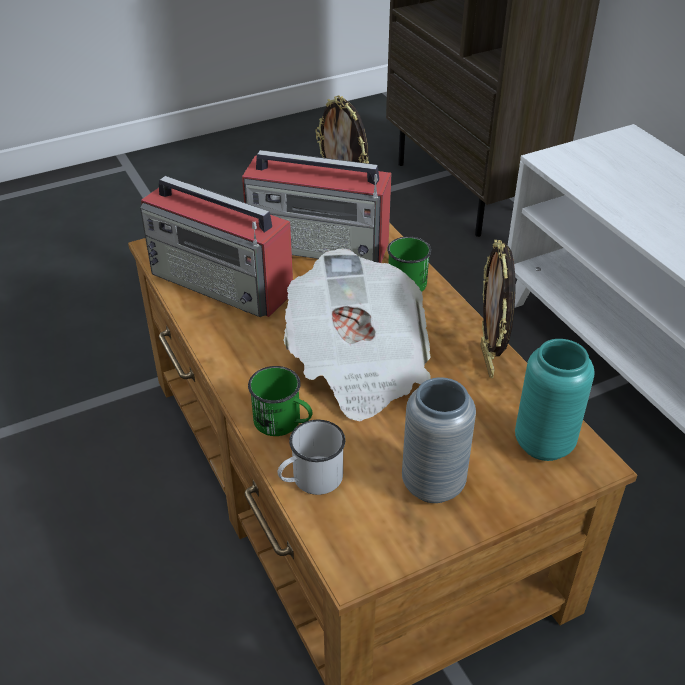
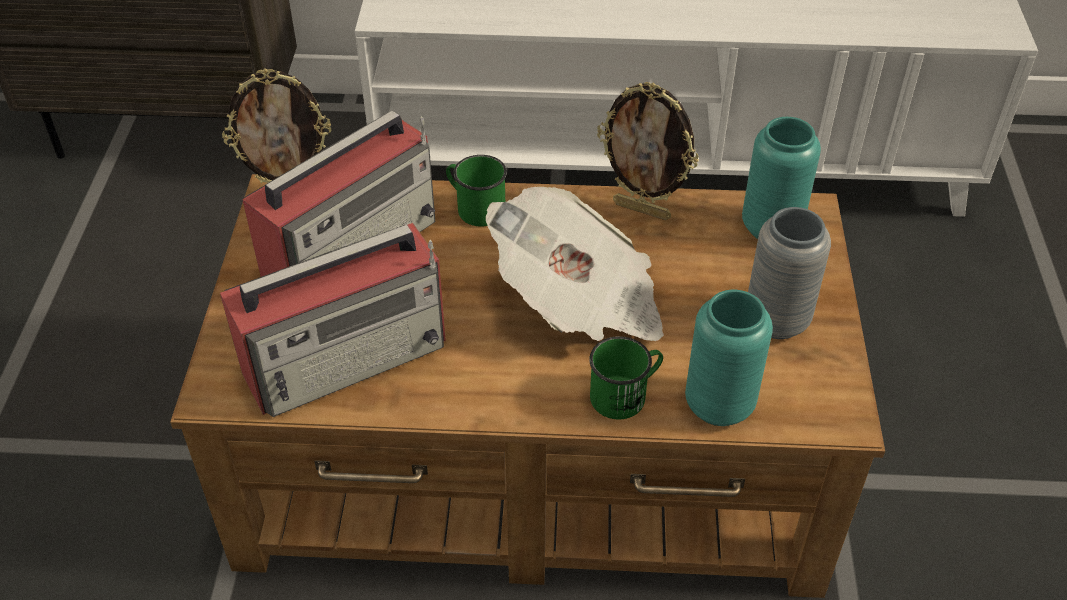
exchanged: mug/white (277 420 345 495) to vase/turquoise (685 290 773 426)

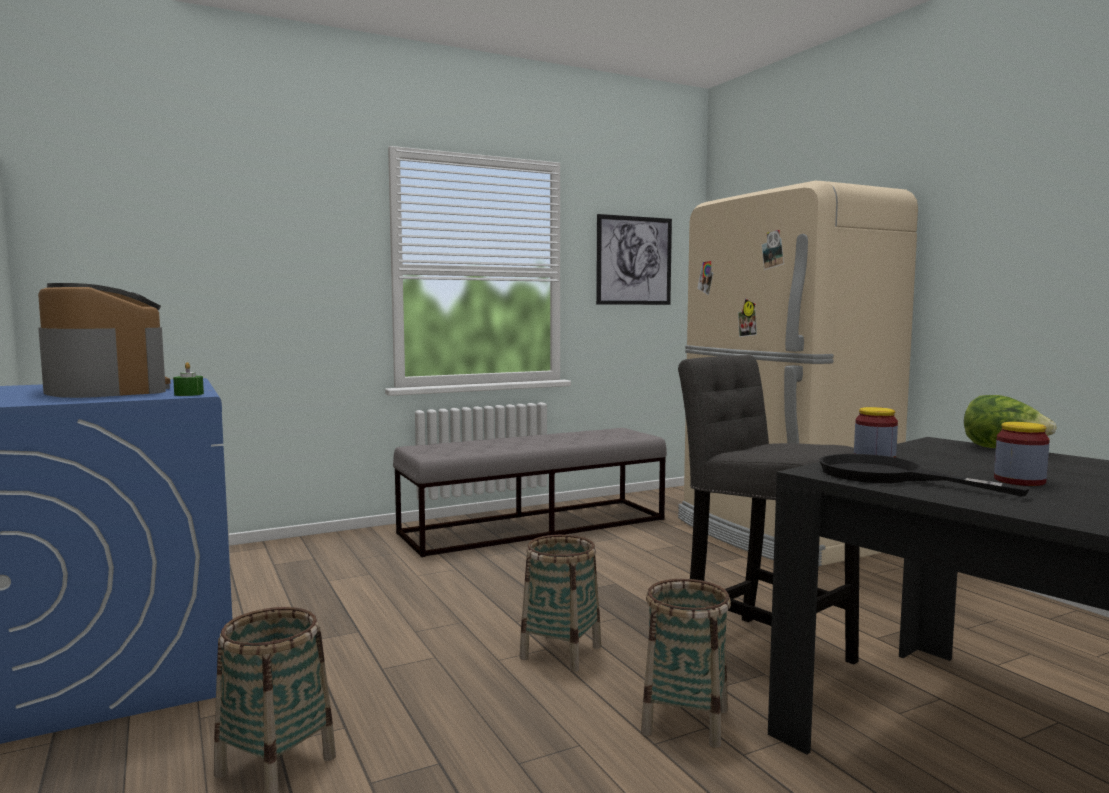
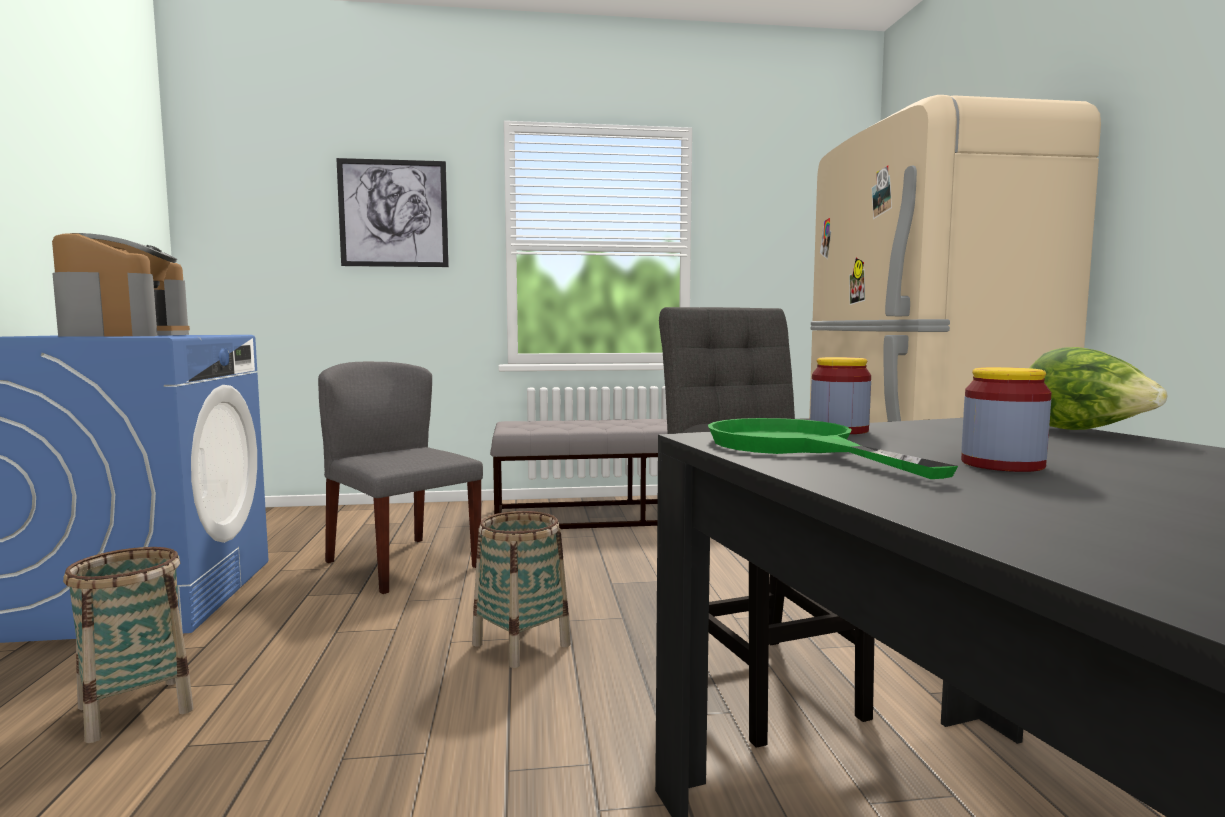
missing: candle/green (173 362 204 396); basket (641 579 731 748)
appeared: chair/grey (318 362 483 594)
relocated: picture (596 214 672 305) to (336 158 449 267)
colour: frying pan/black (819 454 1031 497) to frying pan/green (708 418 958 479)

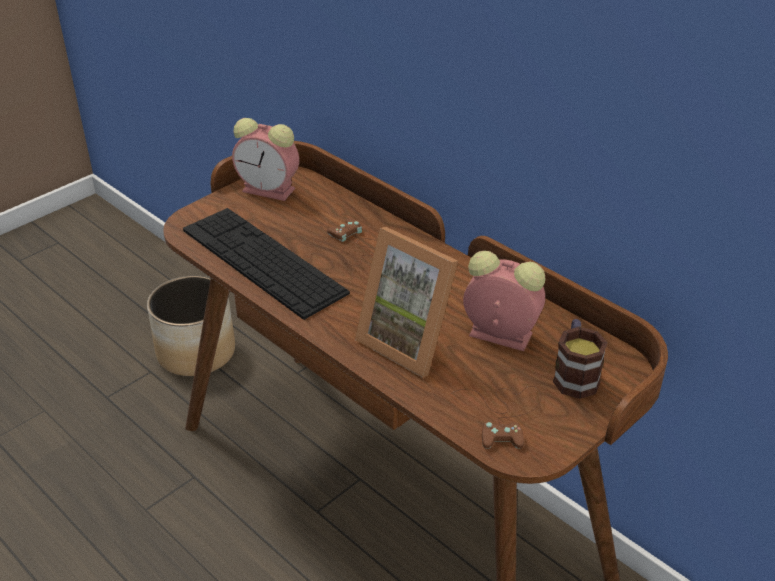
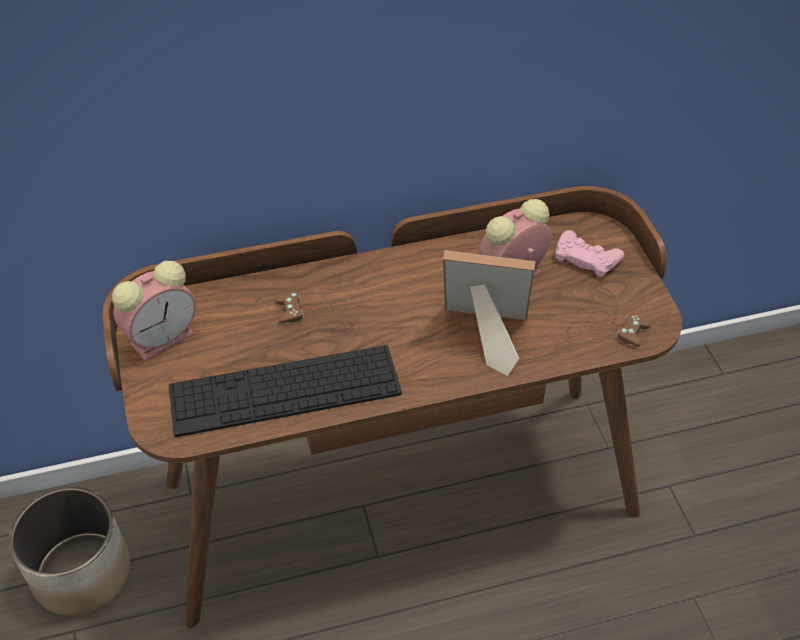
exchanged: mug (553 319 607 399) to game controller/pink (555 230 624 277)
spun: picture frame (355 227 458 378) = (443 250 535 376) 150 degrees counterclockwise

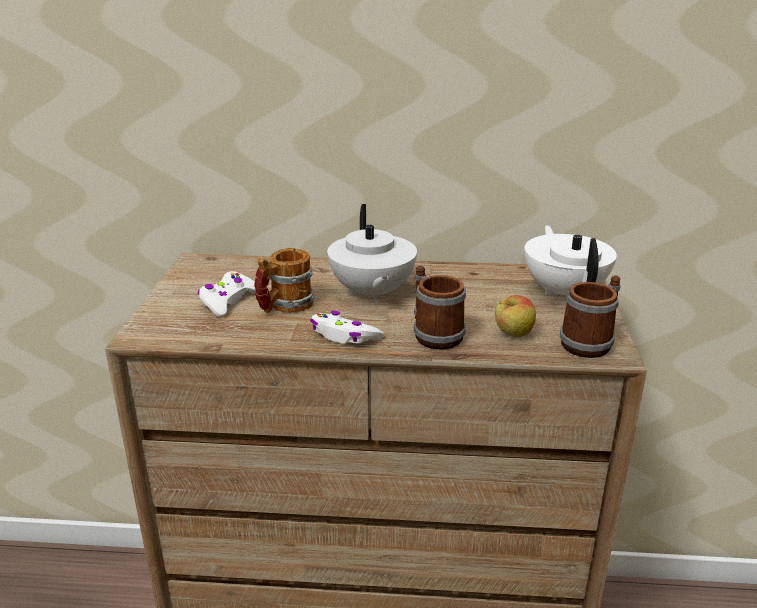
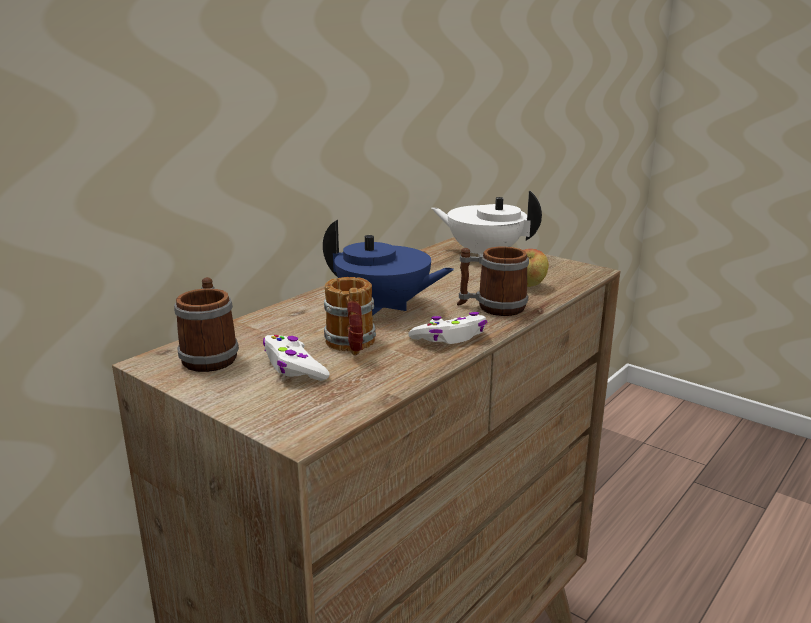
relocated: mug (560 275 621 358) to (174 277 239 372)
colour: teapot/white (327 204 417 303) to teapot/blue (323 220 454 316)

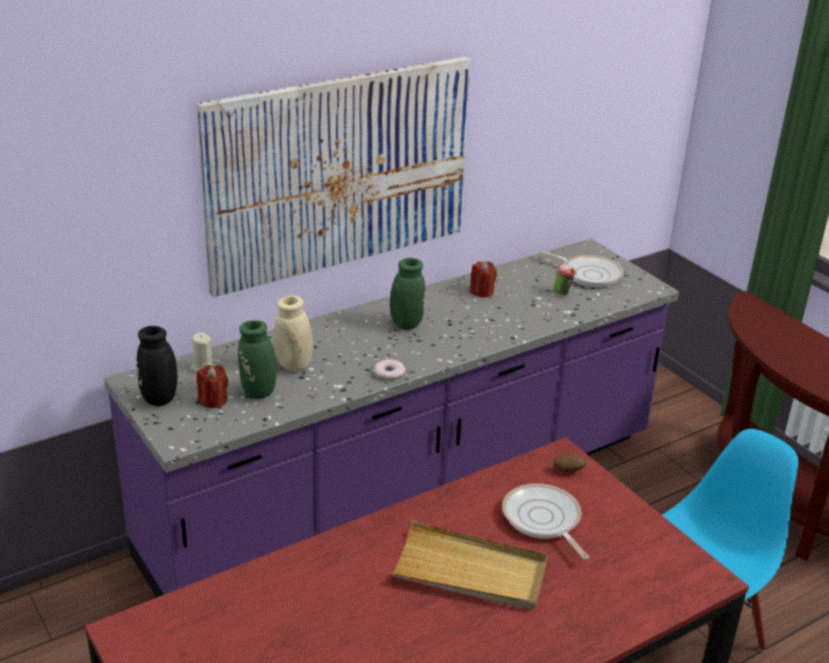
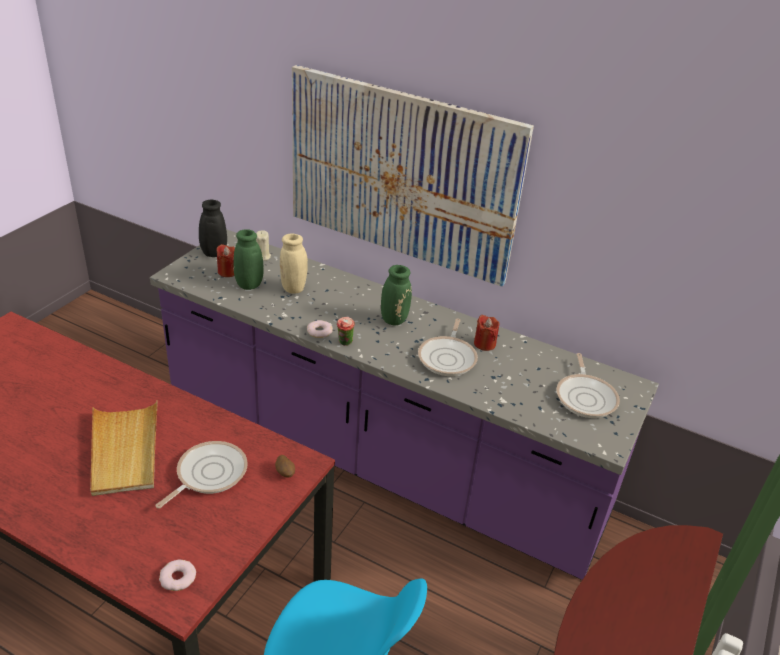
appeared: donut (159 560 196 591); frying pan (418 318 478 376)
relocated: cup (554 264 576 295) to (337 317 355 346)

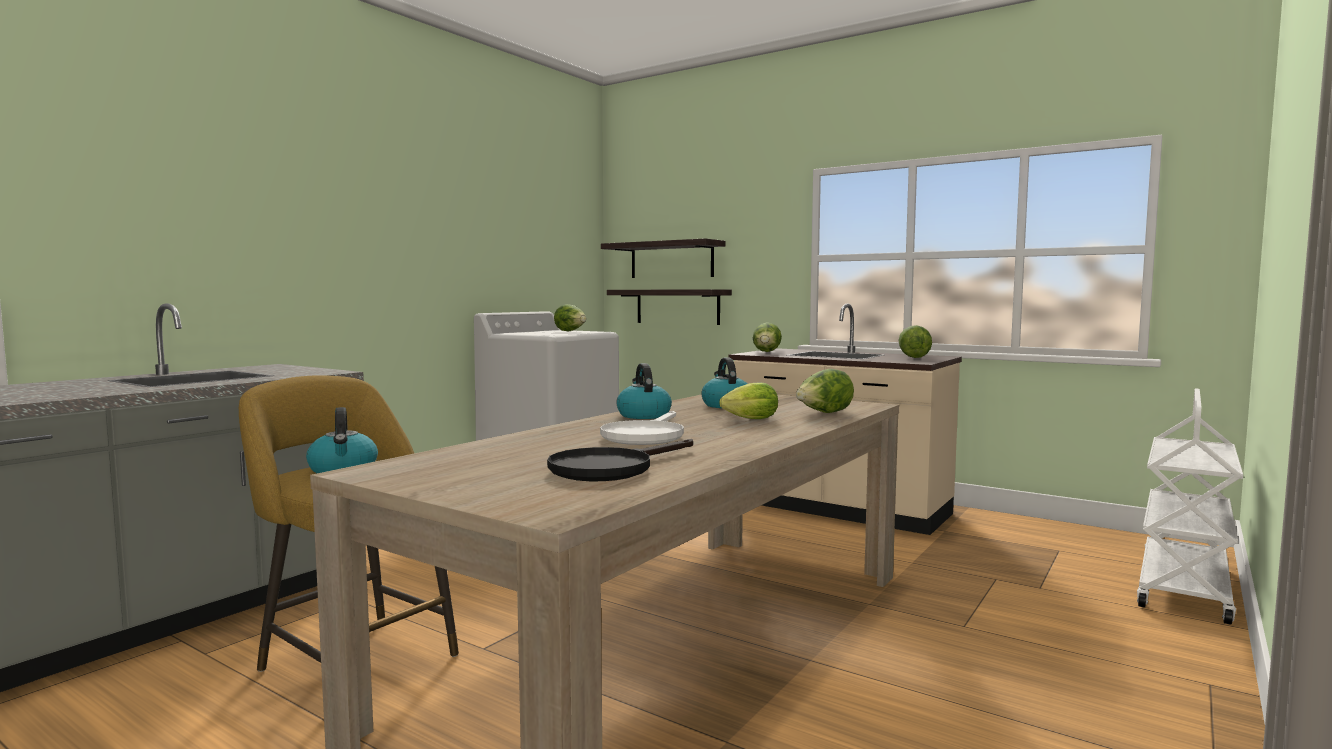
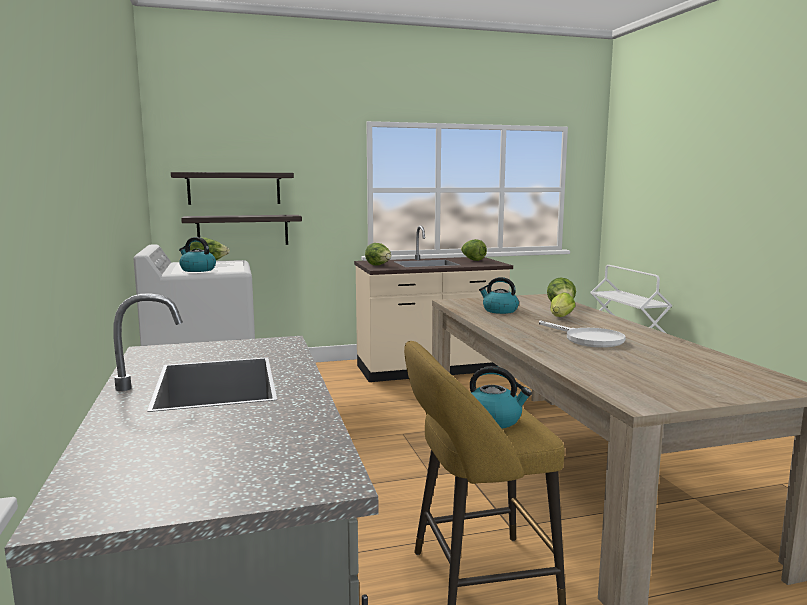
missing: frying pan/black (547 439 693 481)
relocated: kettle (616 363 672 419) to (179 237 216 272)

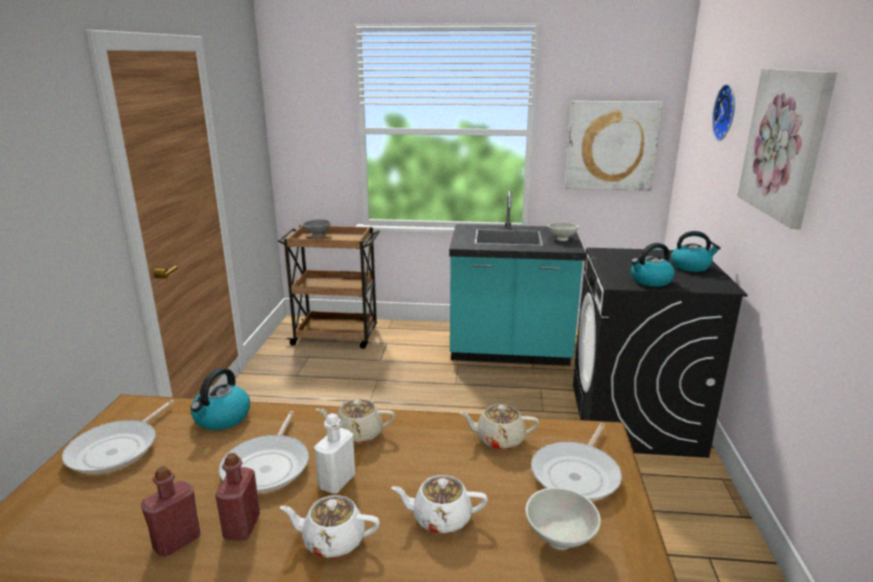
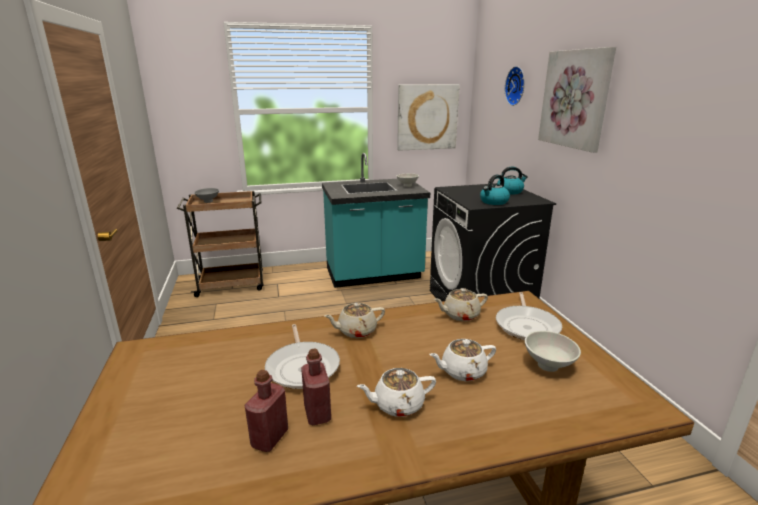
missing: frying pan (62 400 174 474); kettle (190 368 250 430); bottle/white (314 413 355 494)

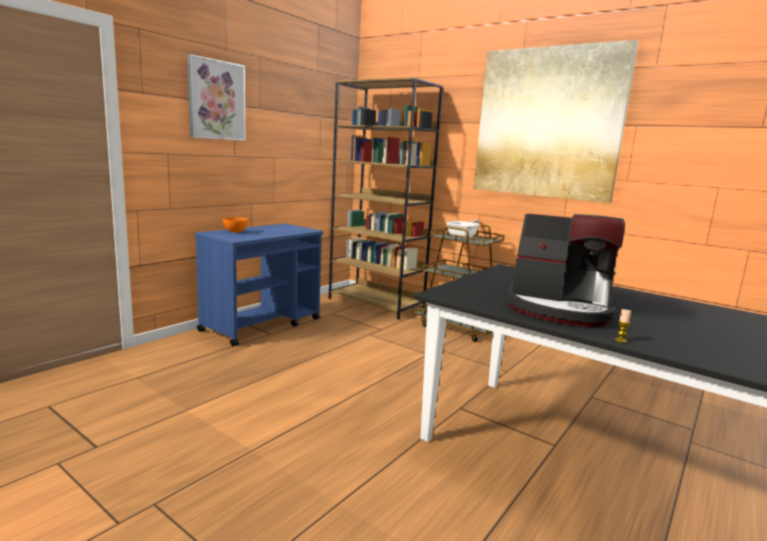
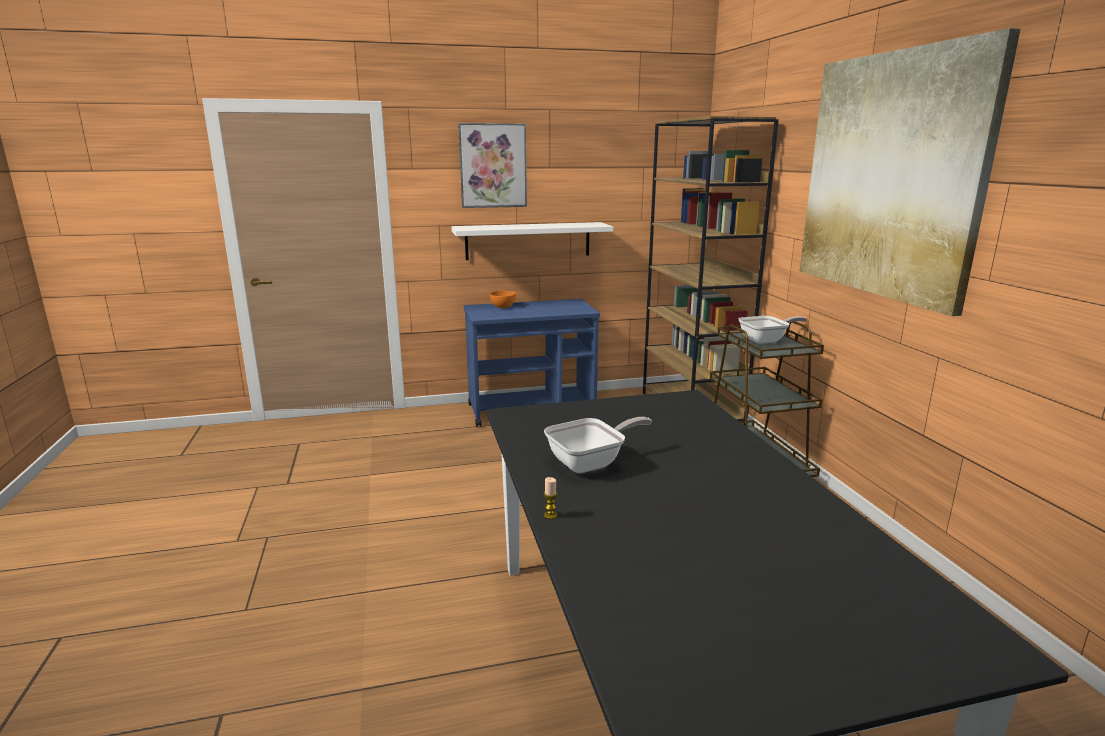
appeared: shelf/white (451 222 613 260)
exchanged: coffee machine (506 214 625 327) to frying pan (544 417 652 473)

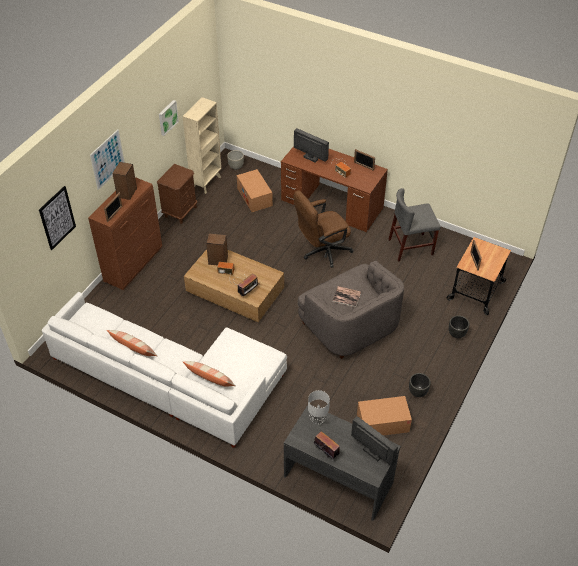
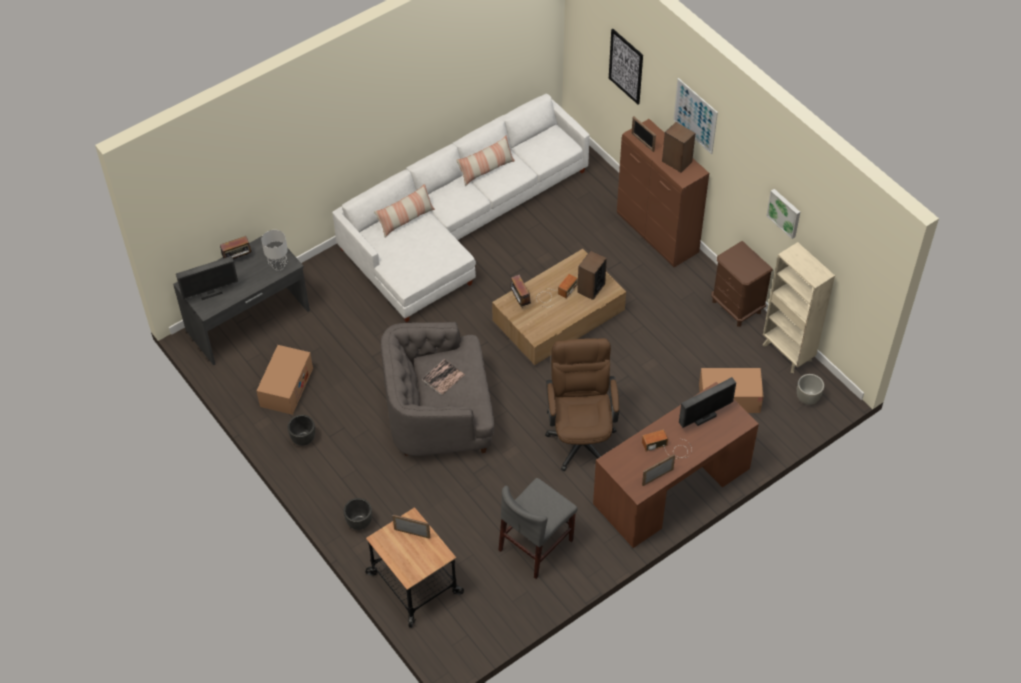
spun: chair/grey (388 188 440 262) = (499 478 577 579) 150 degrees counterclockwise

